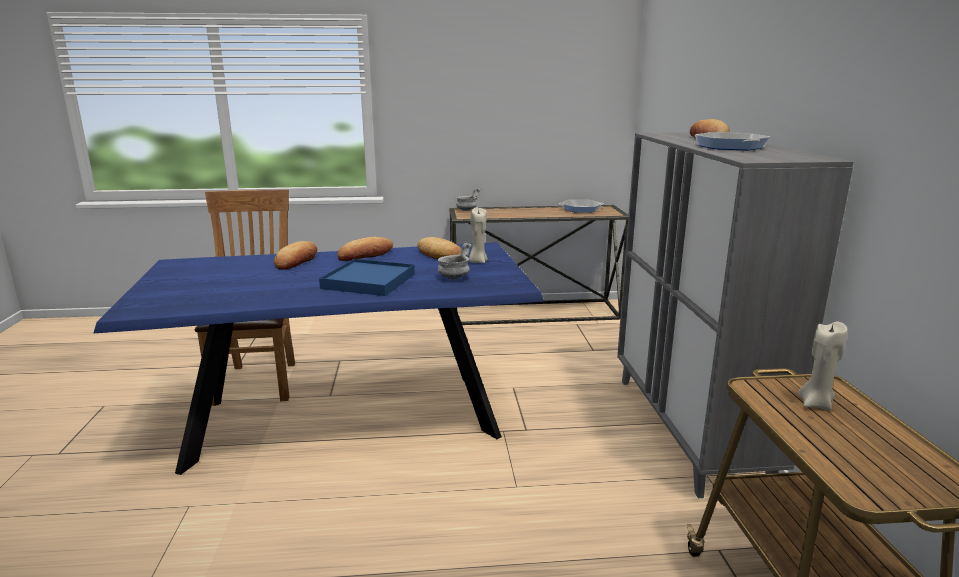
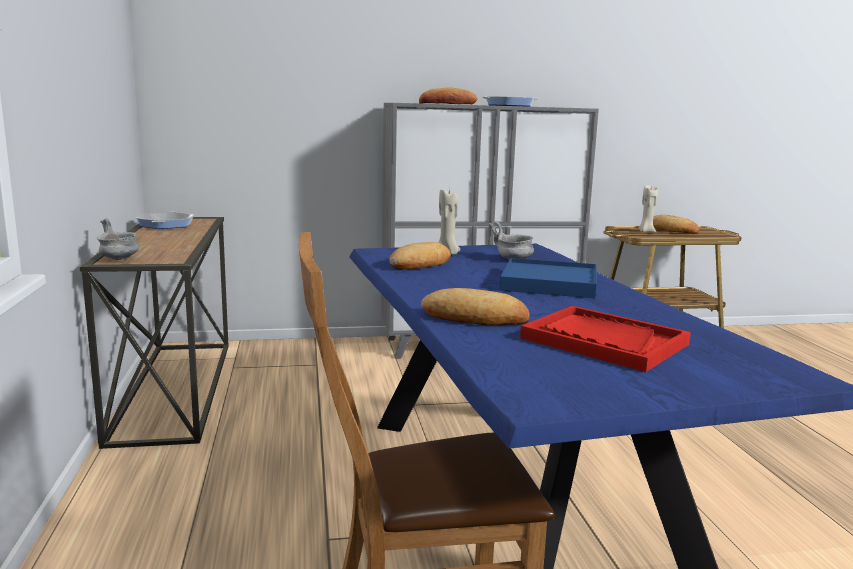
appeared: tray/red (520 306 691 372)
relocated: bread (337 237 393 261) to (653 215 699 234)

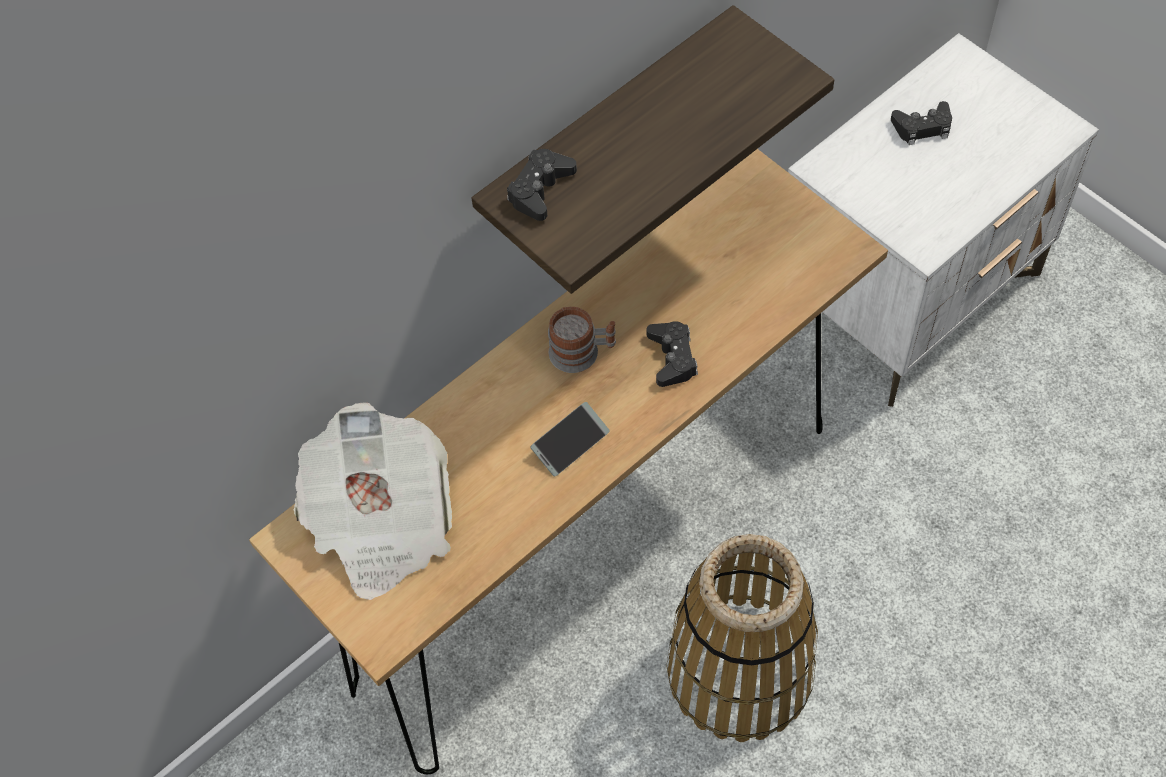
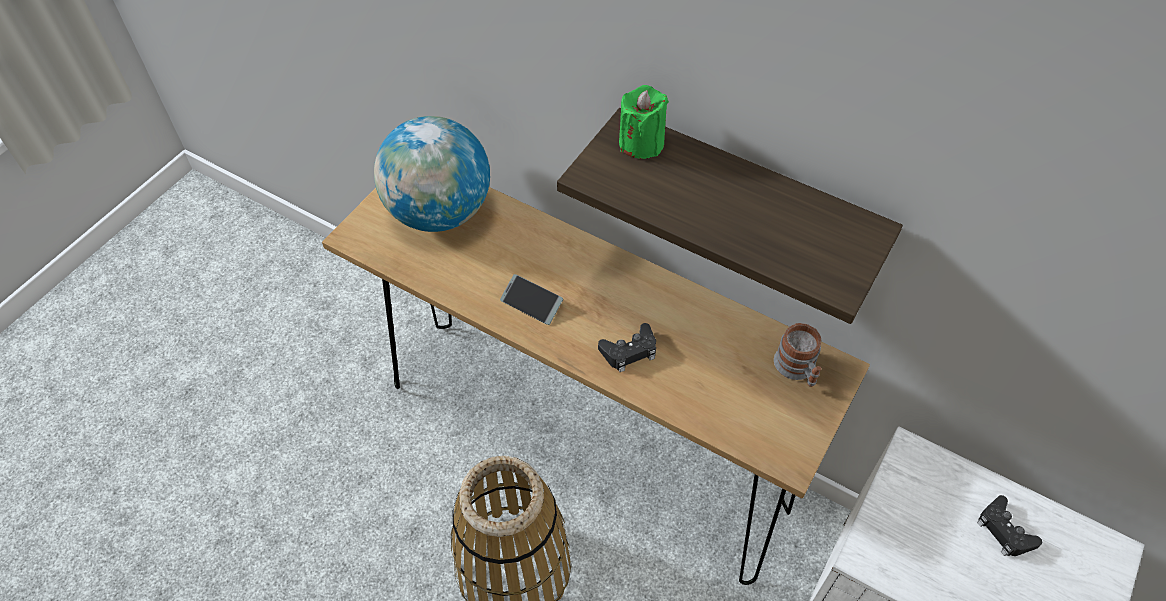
relocated: mug (548 307 616 373) to (774 323 821 387)
exchanged: newspaper (293 402 452 600) to globe (374 116 490 232); game controller/black (507 149 577 221) to candle/green (619 85 669 159)

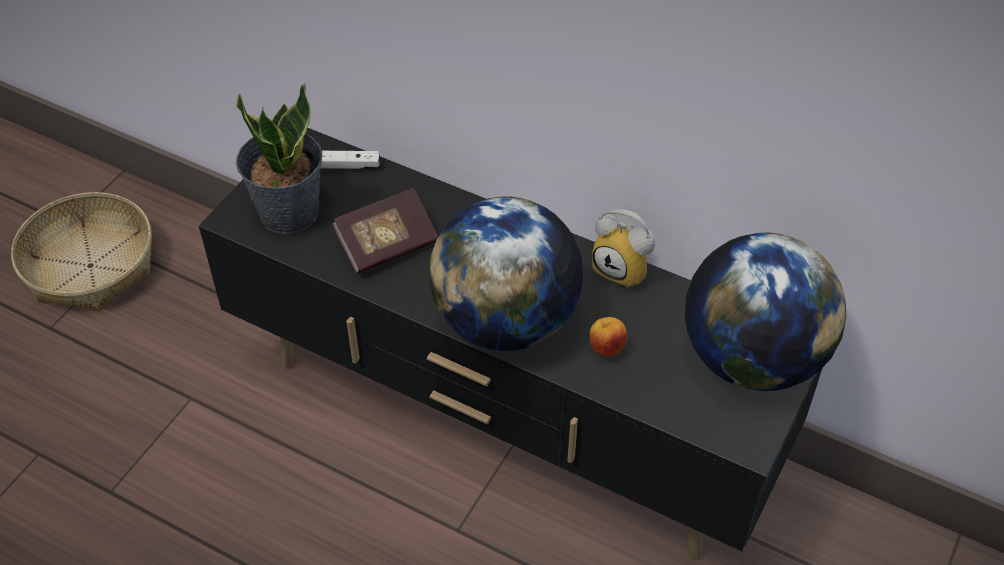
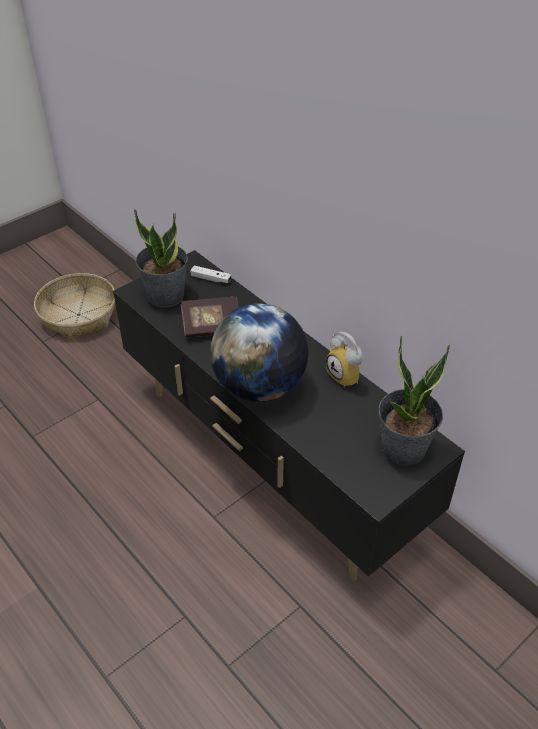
missing: apple (589 317 627 357)
exchanged: globe (685 233 846 391) to potted plant (379 336 450 466)

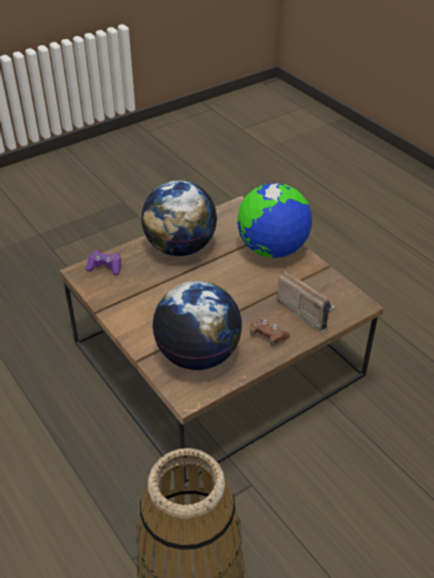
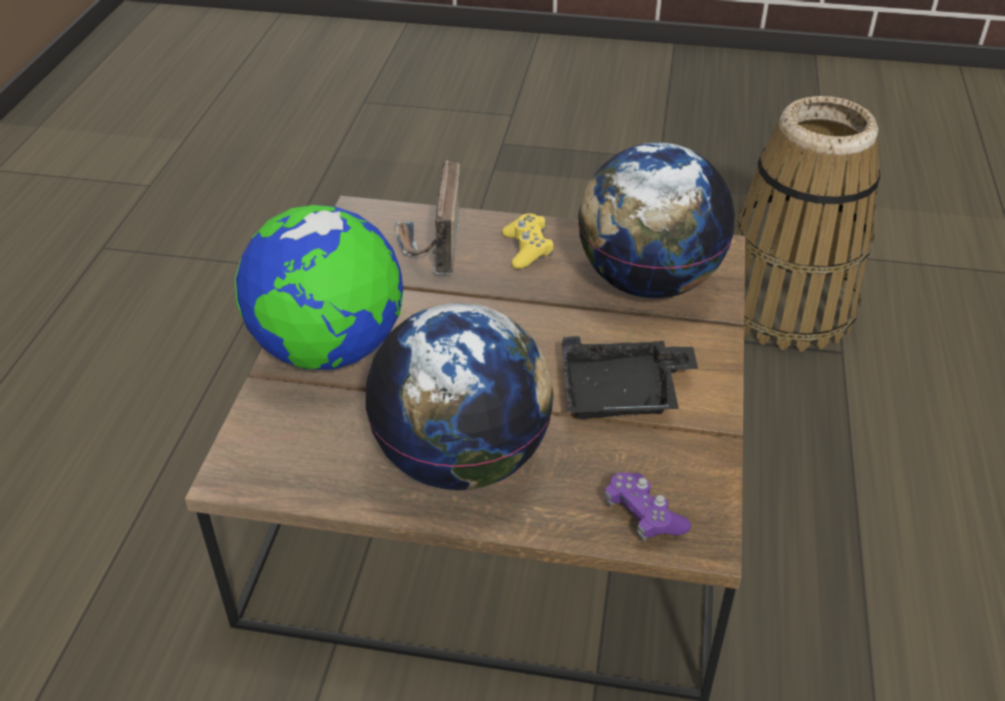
appeared: tray/black (562 336 698 419)
colour: game controller/brown (250 319 290 346) to game controller/yellow (502 213 554 269)

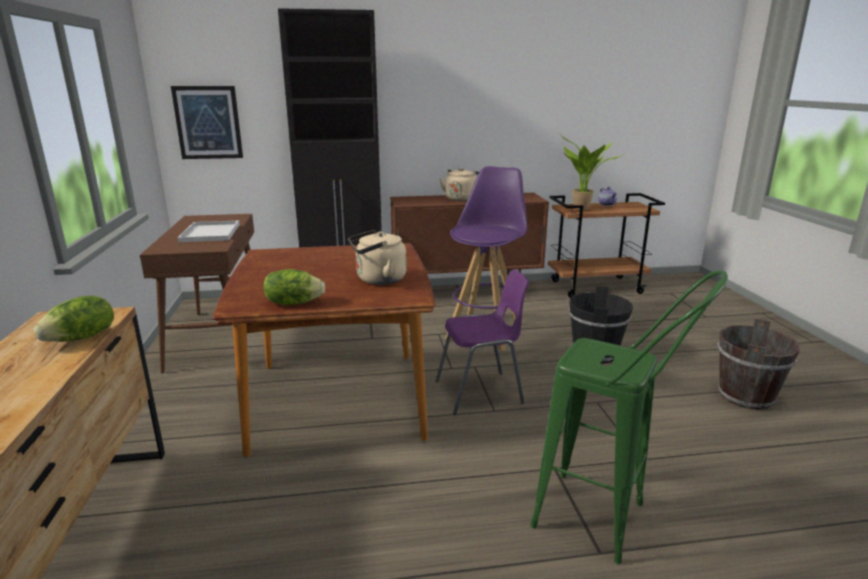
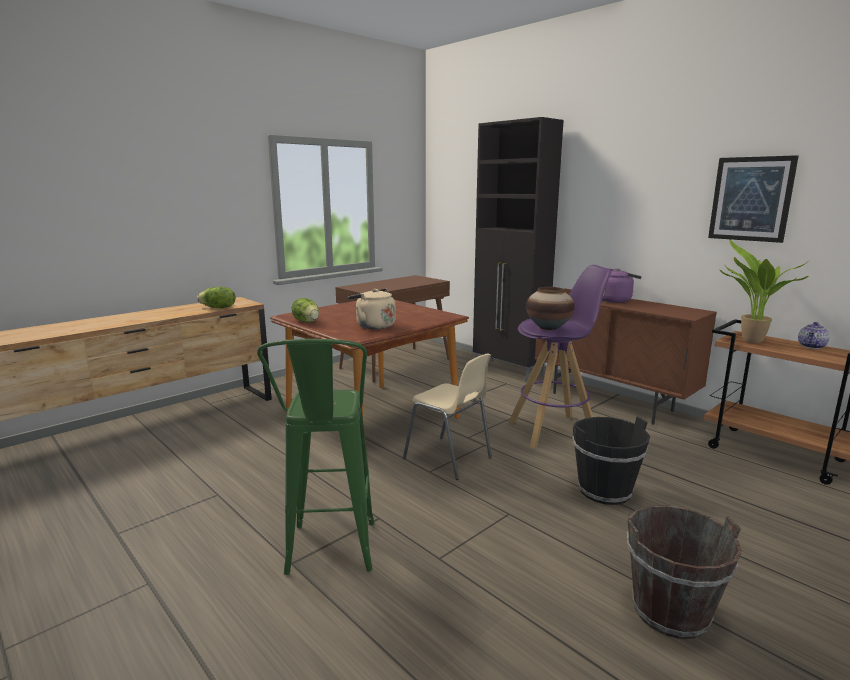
missing: tray/white (178 221 240 242)
appeared: vase (526 287 575 330)
relocated: picture (171 86 243 159) to (708 155 799 243)
colour: chair/purple (436 269 529 415) to chair/beige (403 353 492 480); kettle/beige (439 168 479 201) to kettle/purple (602 268 642 303)

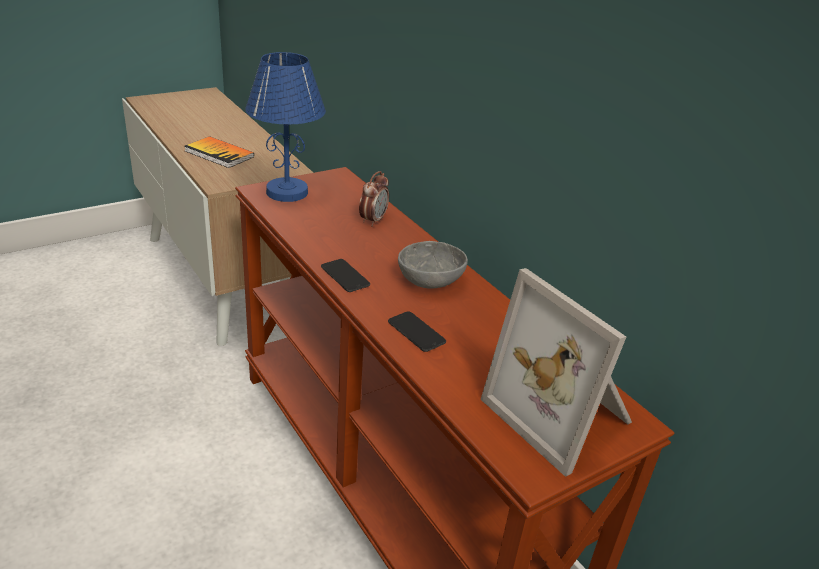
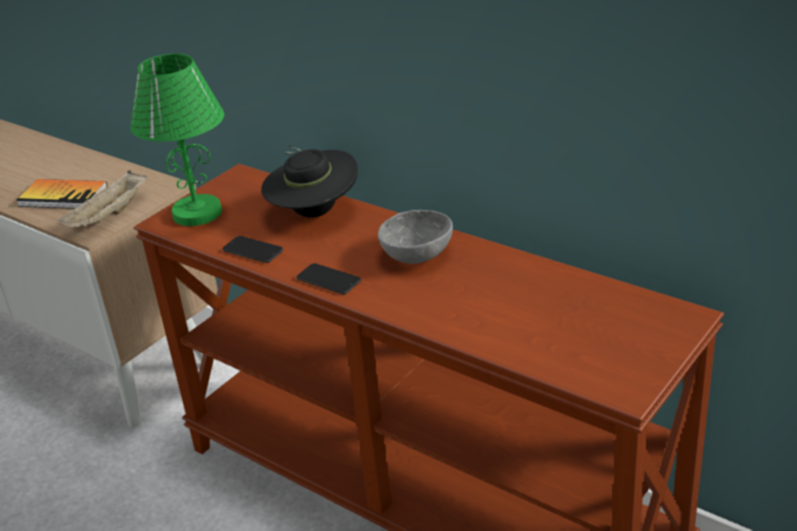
missing: picture frame (481 268 632 477)
appeared: tray/beige (57 170 147 227)
relocated: phone (388 311 446 352) to (222 236 284 263)
exchanged: alarm clock (359 171 389 227) to hat/black (261 146 358 218)
colour: table lamp/blue (245 52 326 202) to table lamp/green (130 54 224 226)

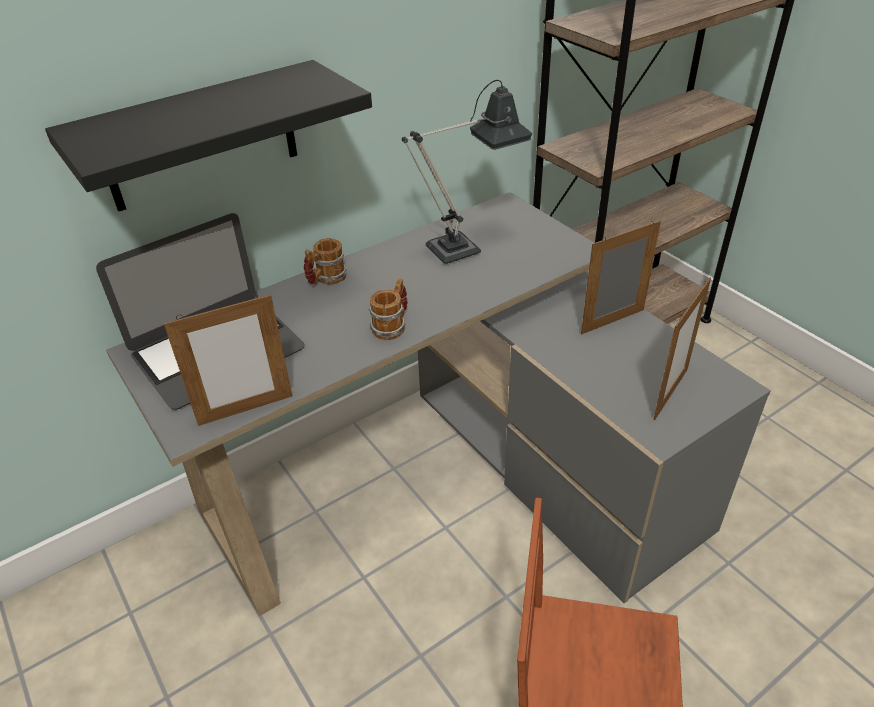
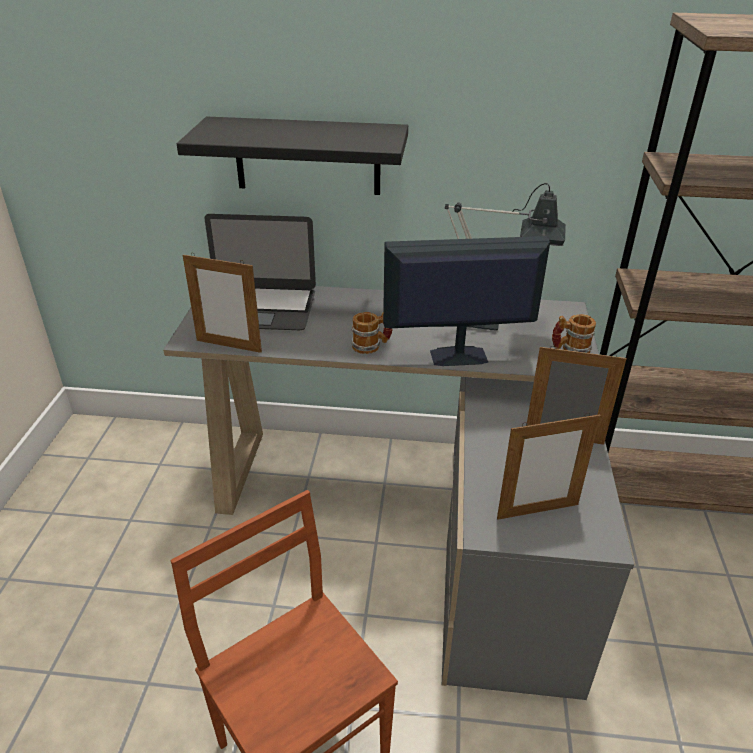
appeared: monitor (383 236 550 366)
relocated: mug (304 238 347 285) to (552 314 596 353)

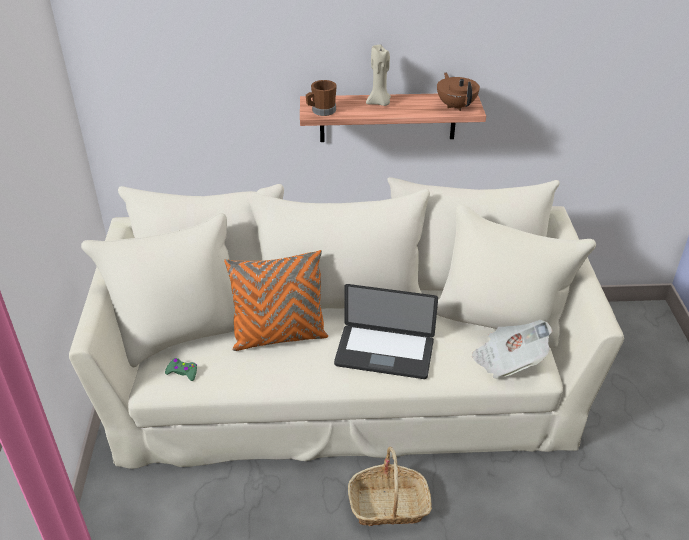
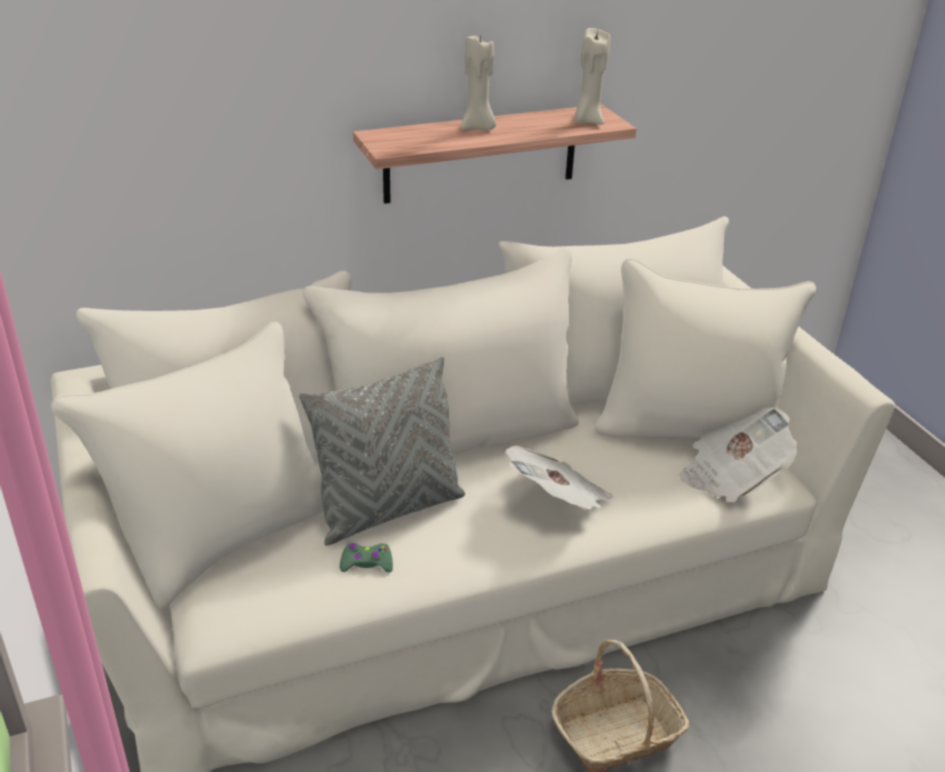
missing: mug/brown (306 80 337 116)
relocated: game controller/green (165 358 197 381) to (340 543 393 573)
exchanged: laptop (334 284 438 379) to newspaper (505 446 614 511); teapot/brown (437 72 480 111) to candle/beige (574 28 610 124)
colour: pillow/orange (224 250 328 351) to pillow/grey (299 357 465 546)

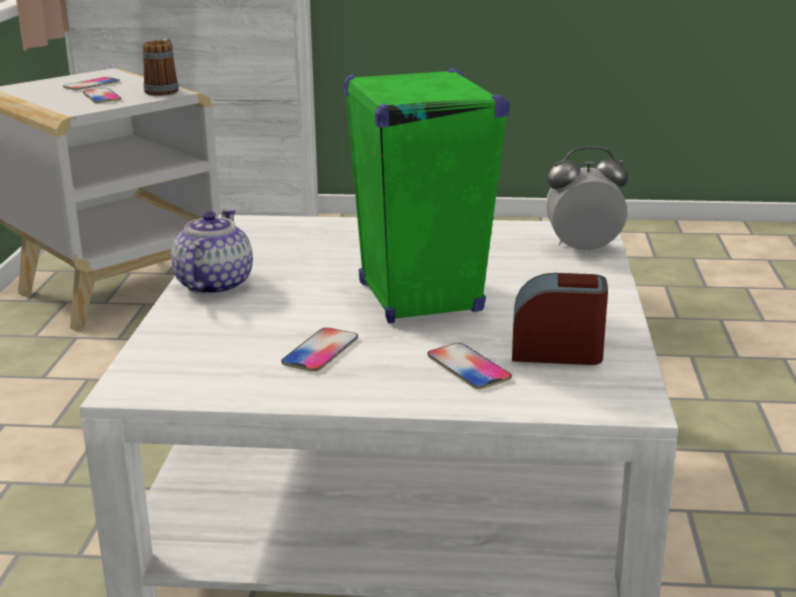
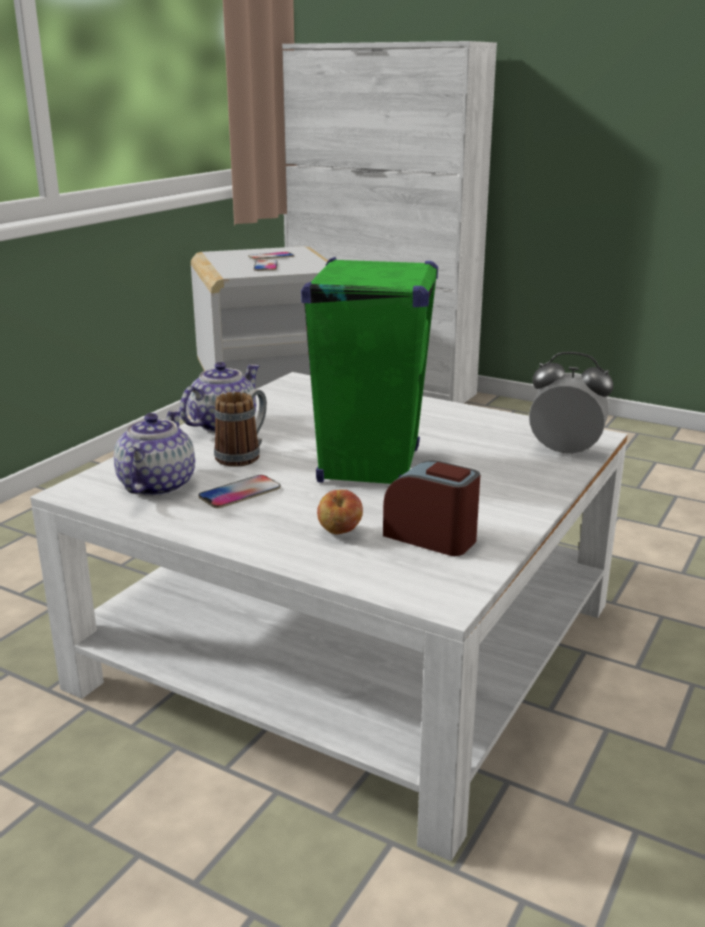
appeared: teapot (114 410 195 497)
relocated: mug (143 39 179 96) to (214 389 267 467)
exchanged: phone (428 343 512 389) to apple (317 490 363 534)

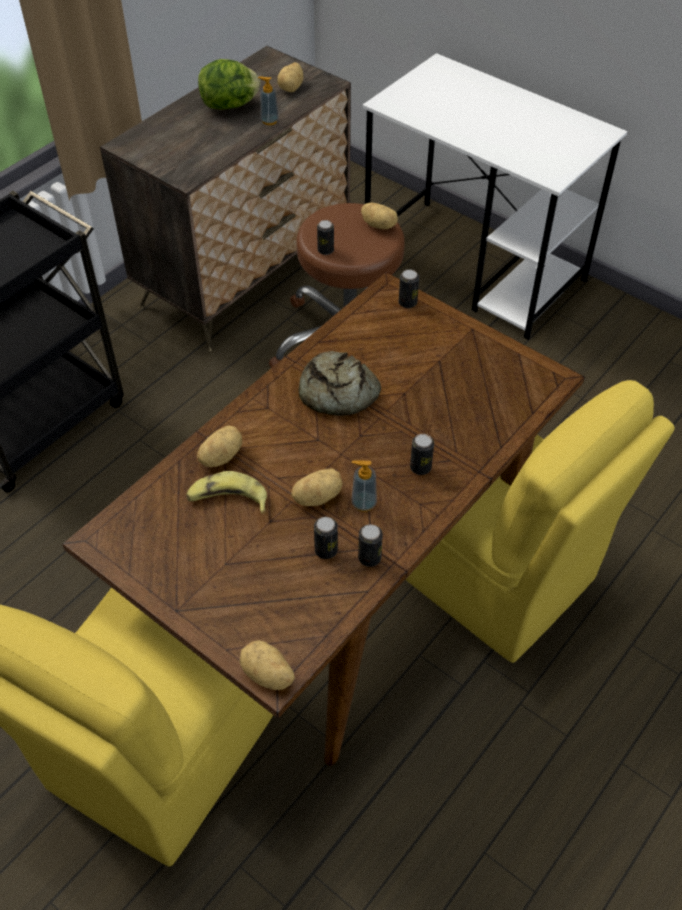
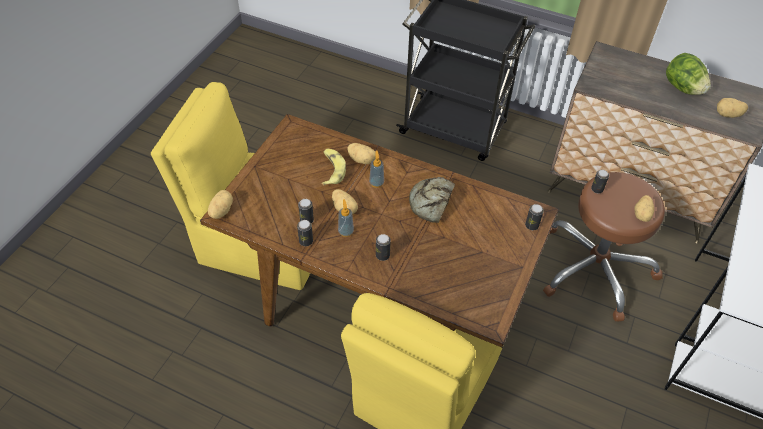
relocated: soap dispenser (258 77 279 125) to (369 150 384 188)

